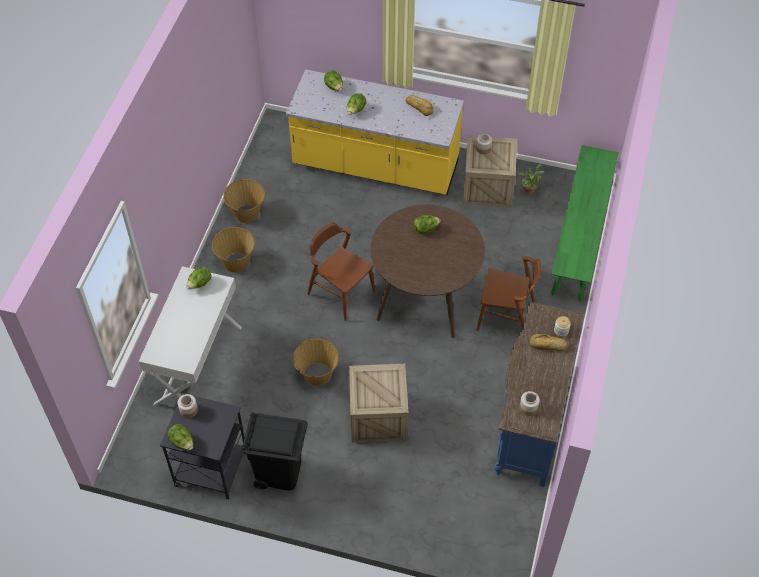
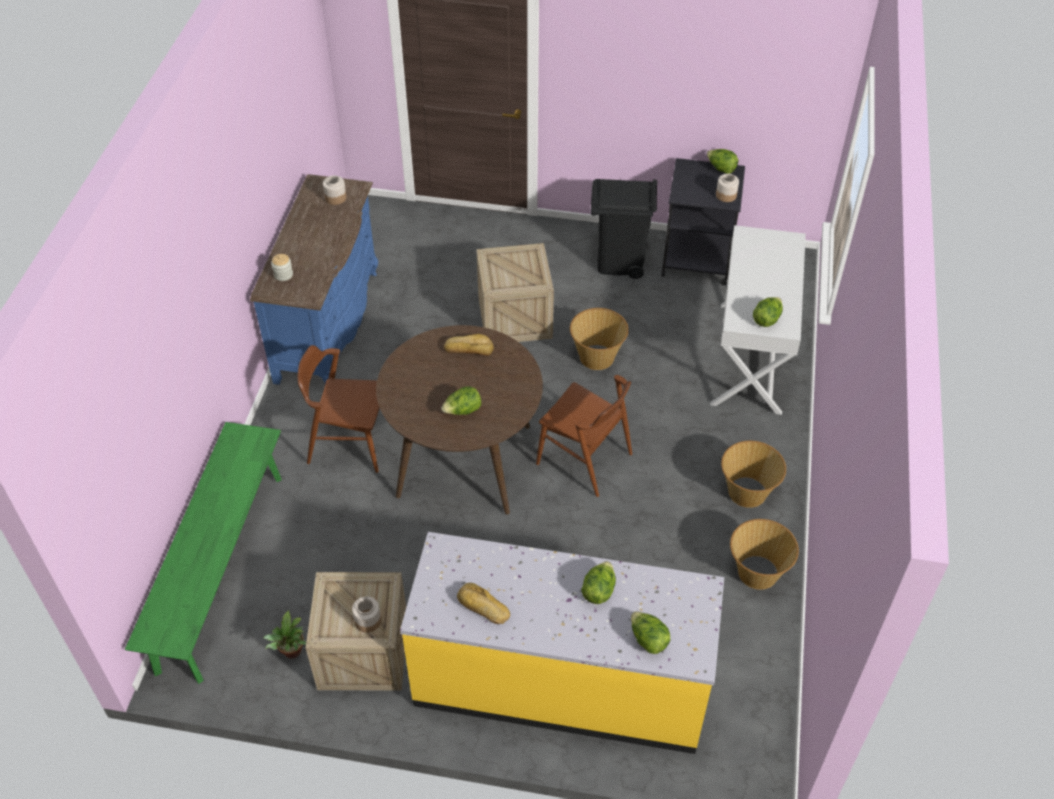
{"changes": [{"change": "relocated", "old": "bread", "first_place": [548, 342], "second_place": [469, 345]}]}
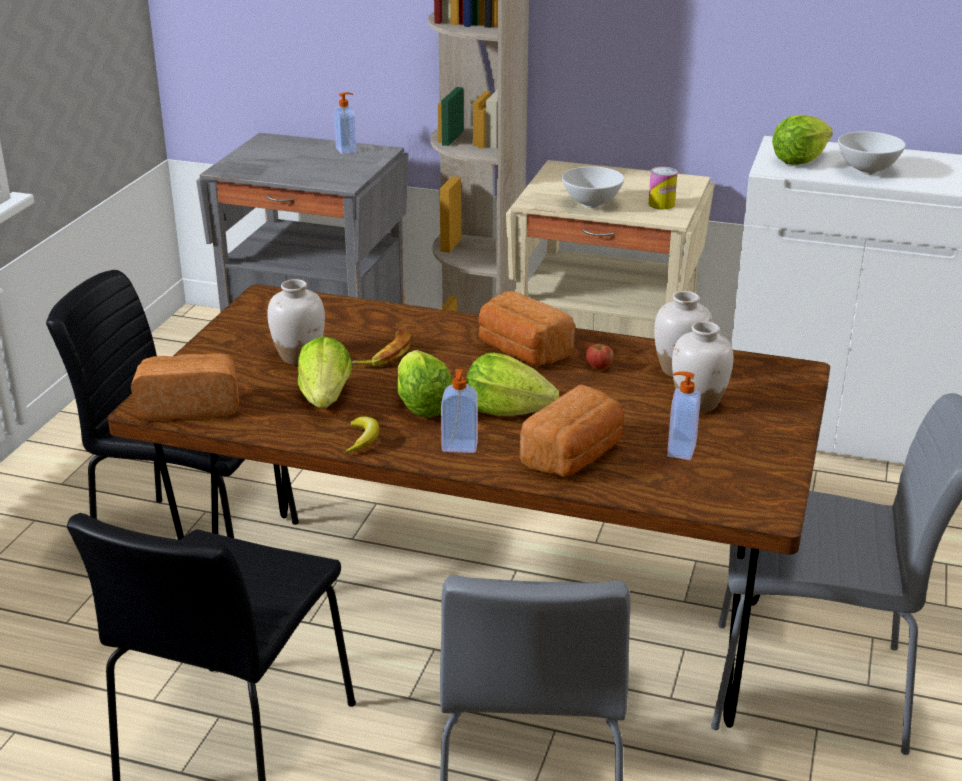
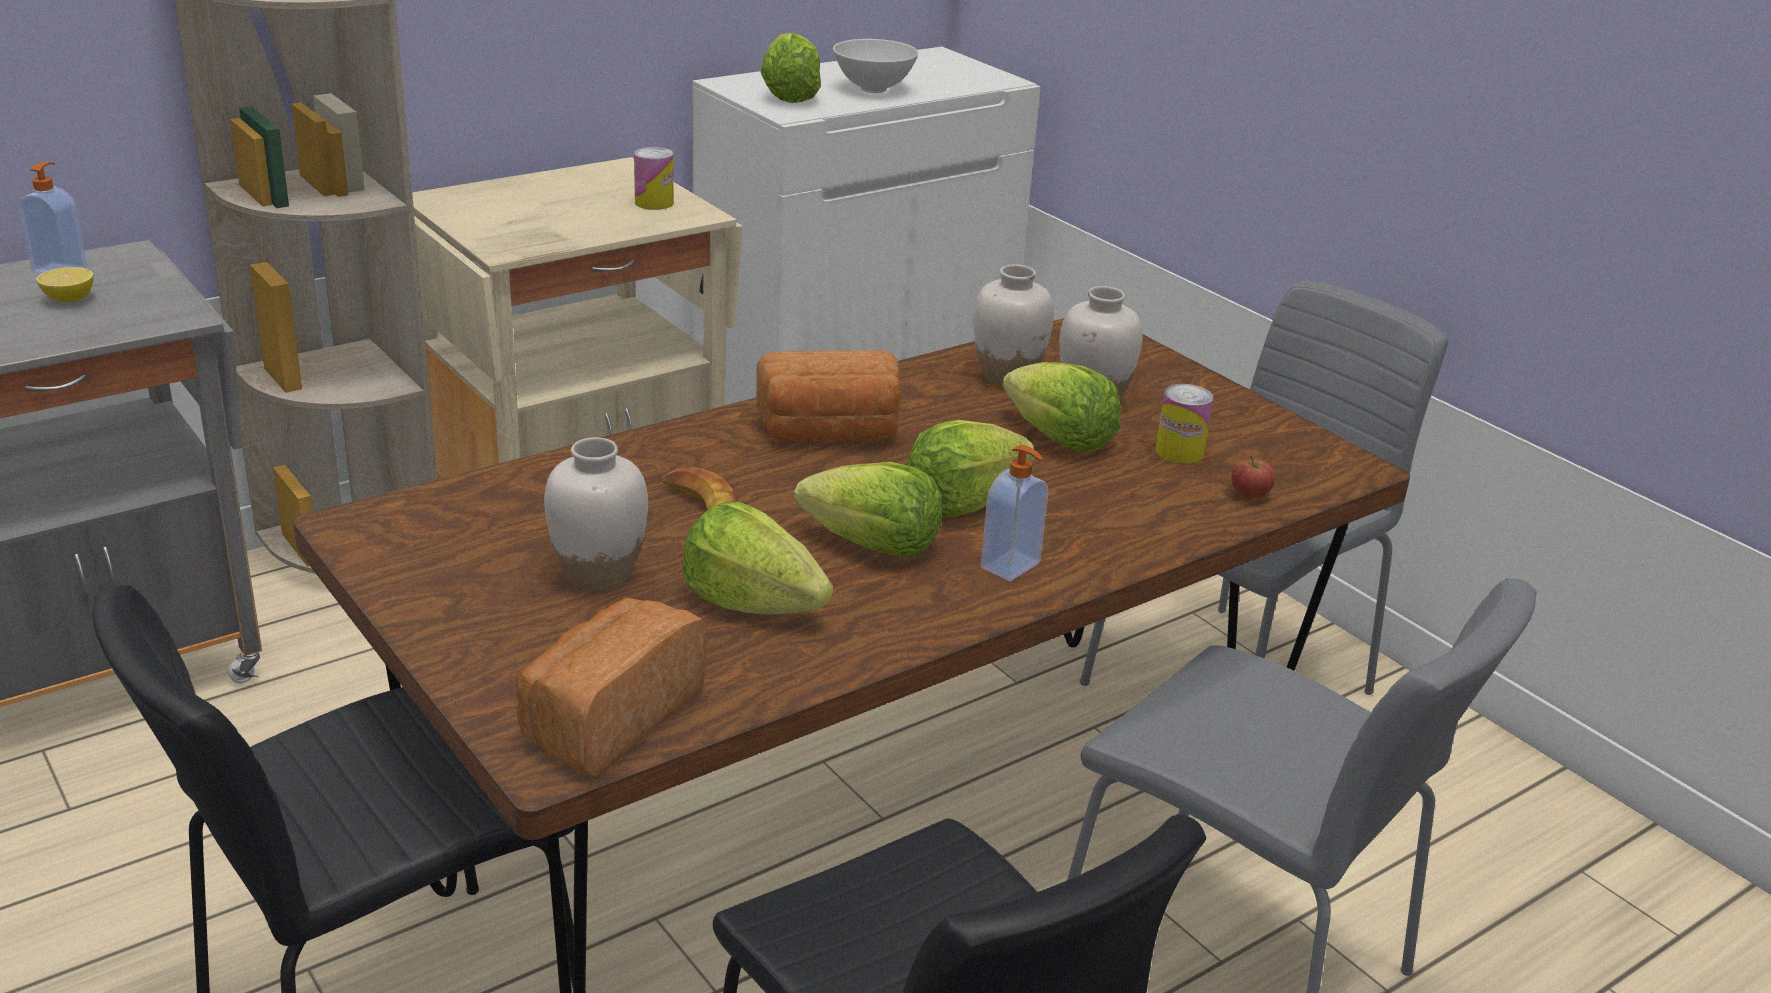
{"changes": [{"change": "missing", "old": "banana", "first_place": [361, 435]}, {"change": "missing", "old": "bread", "first_place": [572, 431]}, {"change": "missing", "old": "white bowl", "first_place": [593, 187]}, {"change": "relocated", "old": "apple", "first_place": [600, 355], "second_place": [1253, 477]}, {"change": "exchanged", "old": "soap dispenser", "new": "can", "first_place": [684, 415], "second_place": [1185, 424]}, {"change": "appeared", "new": "lemon", "second_place": [65, 284]}, {"change": "appeared", "new": "lettuce", "second_place": [1061, 407]}]}
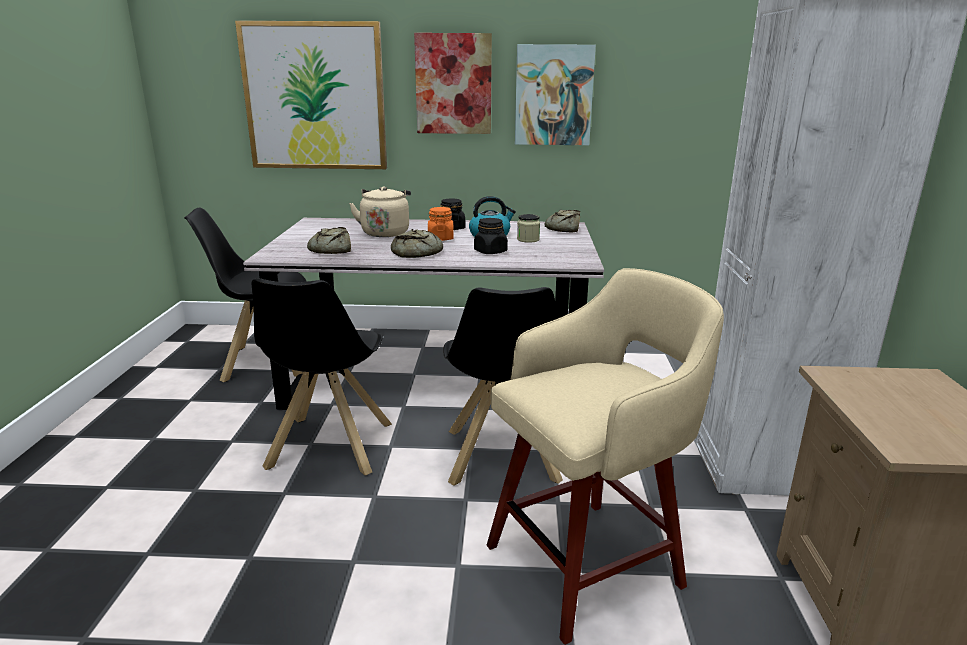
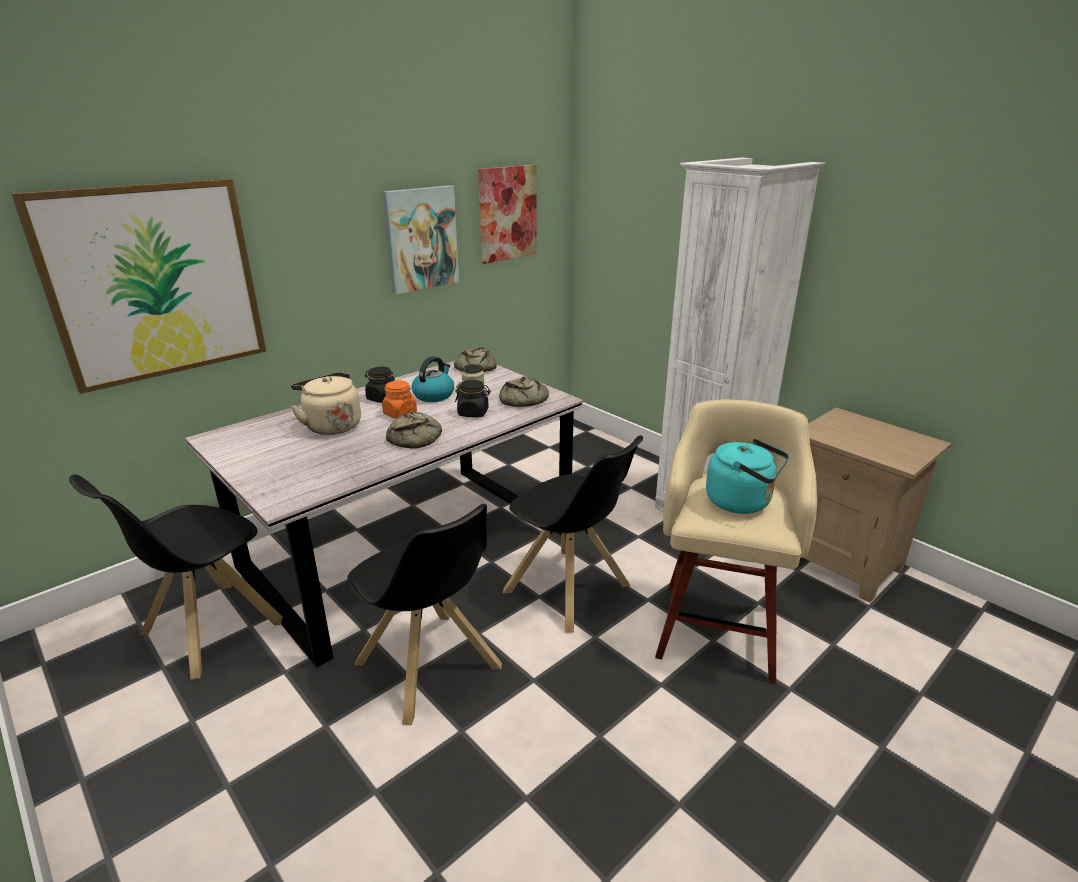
{"changes": [{"change": "relocated", "old": "bread", "first_place": [329, 240], "second_place": [524, 391]}, {"change": "relocated", "old": "picture", "first_place": [453, 83], "second_place": [507, 214]}, {"change": "appeared", "new": "turquoise kettle", "second_place": [747, 476]}]}
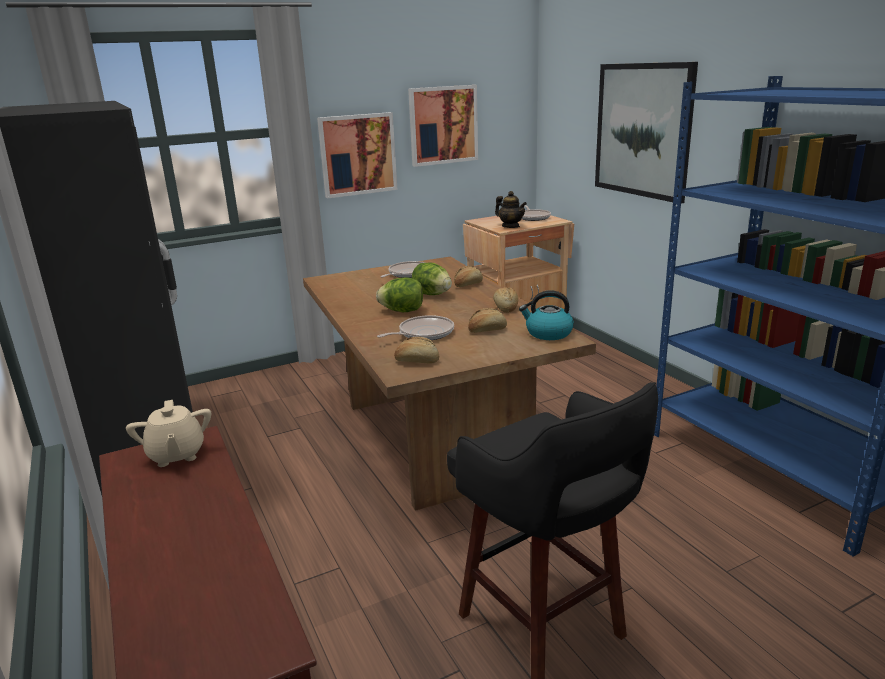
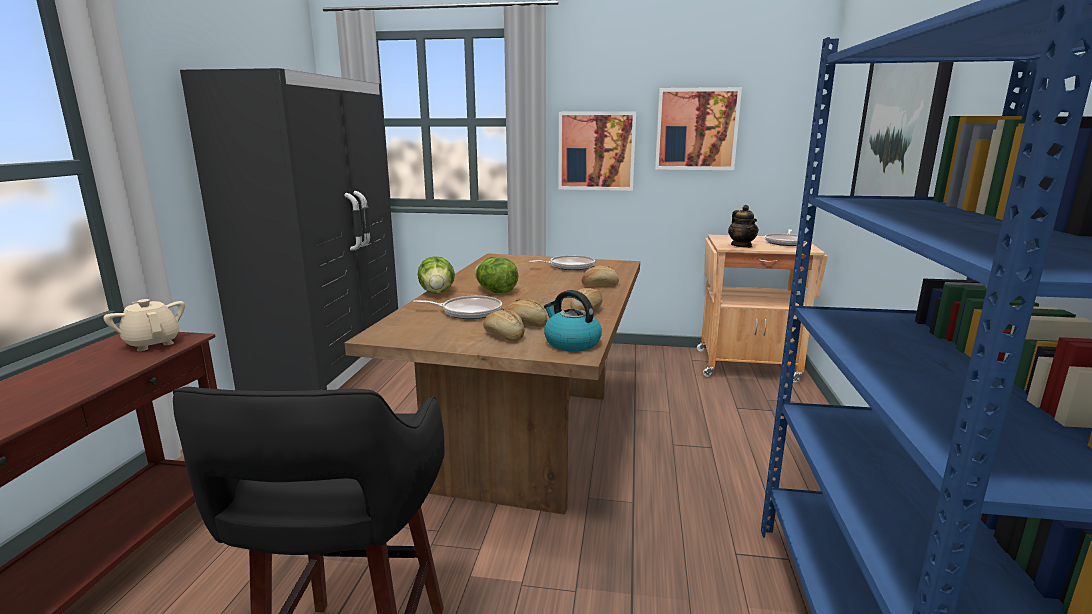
{"changes": [{"change": "spun", "old": "beige teapot", "first_place": [168, 433], "second_place": [144, 325], "degrees": 120}, {"change": "relocated", "old": "bread", "first_place": [416, 350], "second_place": [504, 325]}, {"change": "relocated", "old": "lettuce", "first_place": [432, 279], "second_place": [436, 275]}]}
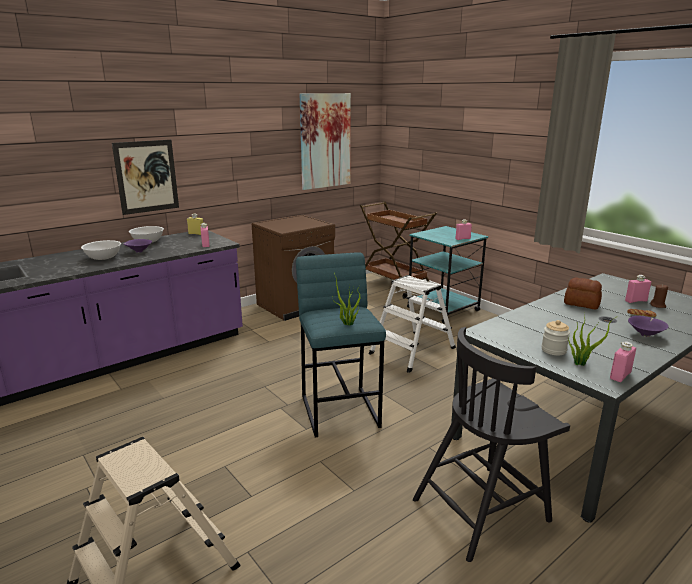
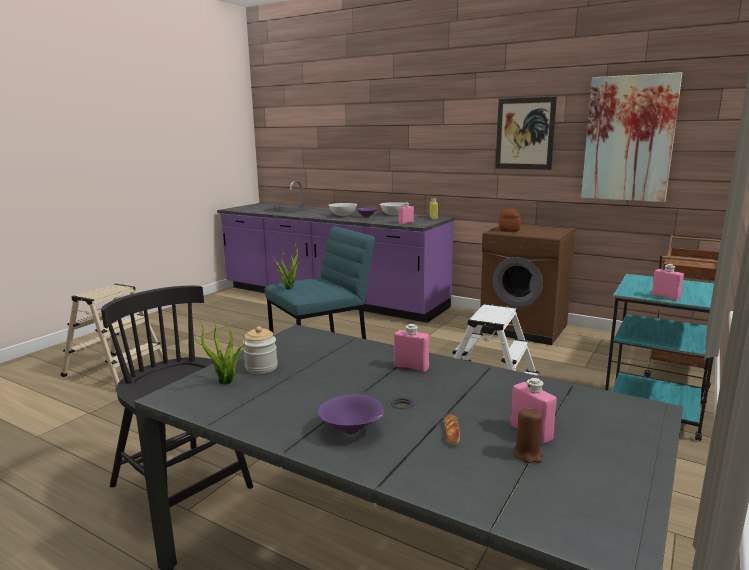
{"changes": [{"change": "relocated", "old": "picture", "first_place": [145, 177], "second_place": [526, 133]}, {"change": "relocated", "old": "bread", "first_place": [583, 293], "second_place": [509, 220]}, {"change": "relocated", "old": "pink bottle", "first_place": [623, 361], "second_place": [412, 348]}]}
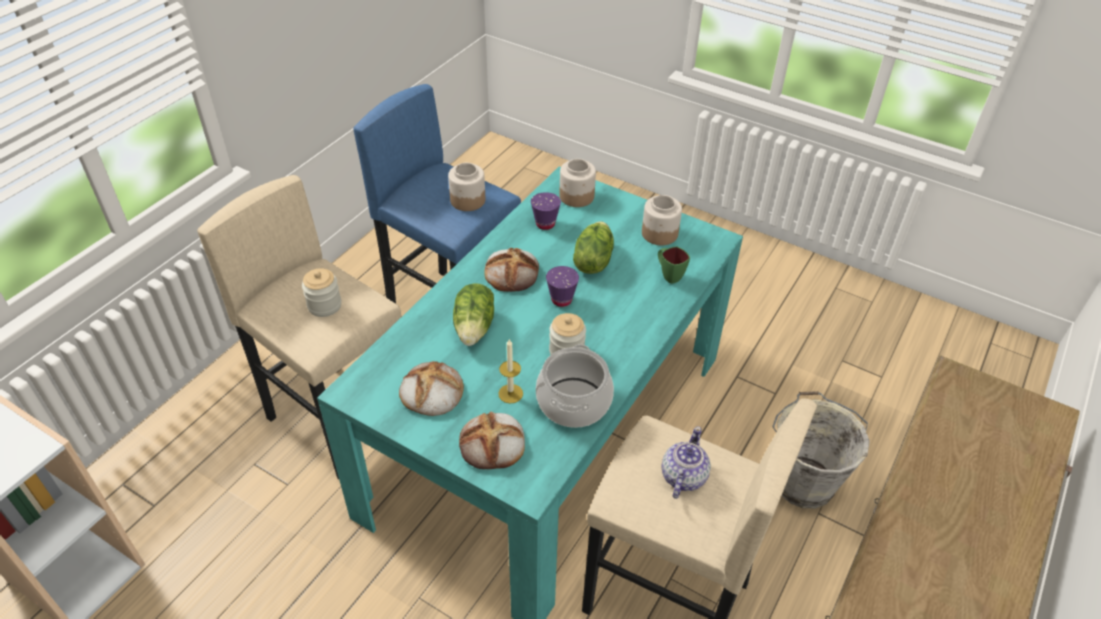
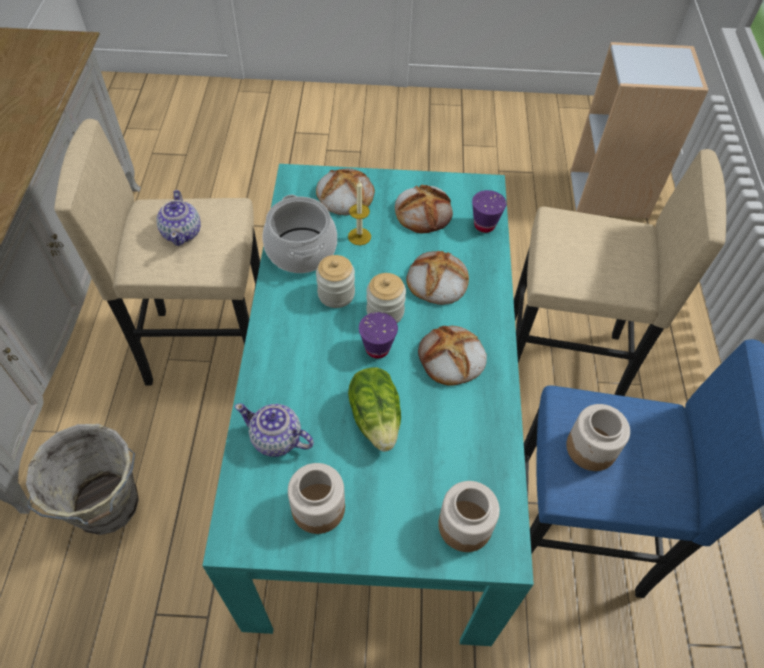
{"changes": [{"change": "relocated", "old": "jar", "first_place": [321, 292], "second_place": [386, 298]}, {"change": "exchanged", "old": "lettuce", "new": "bread", "first_place": [473, 314], "second_place": [437, 278]}, {"change": "relocated", "old": "purple cup", "first_place": [546, 211], "second_place": [489, 211]}, {"change": "exchanged", "old": "green mug", "new": "teapot", "first_place": [674, 265], "second_place": [274, 430]}]}
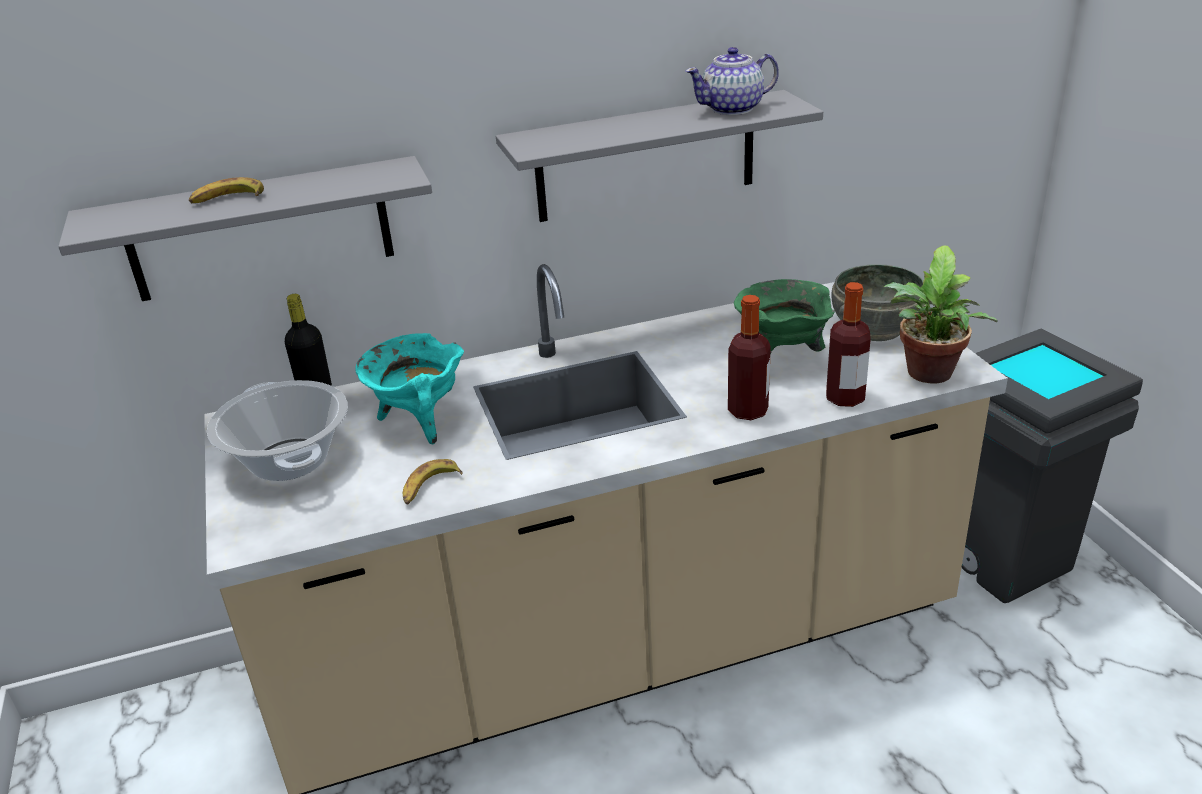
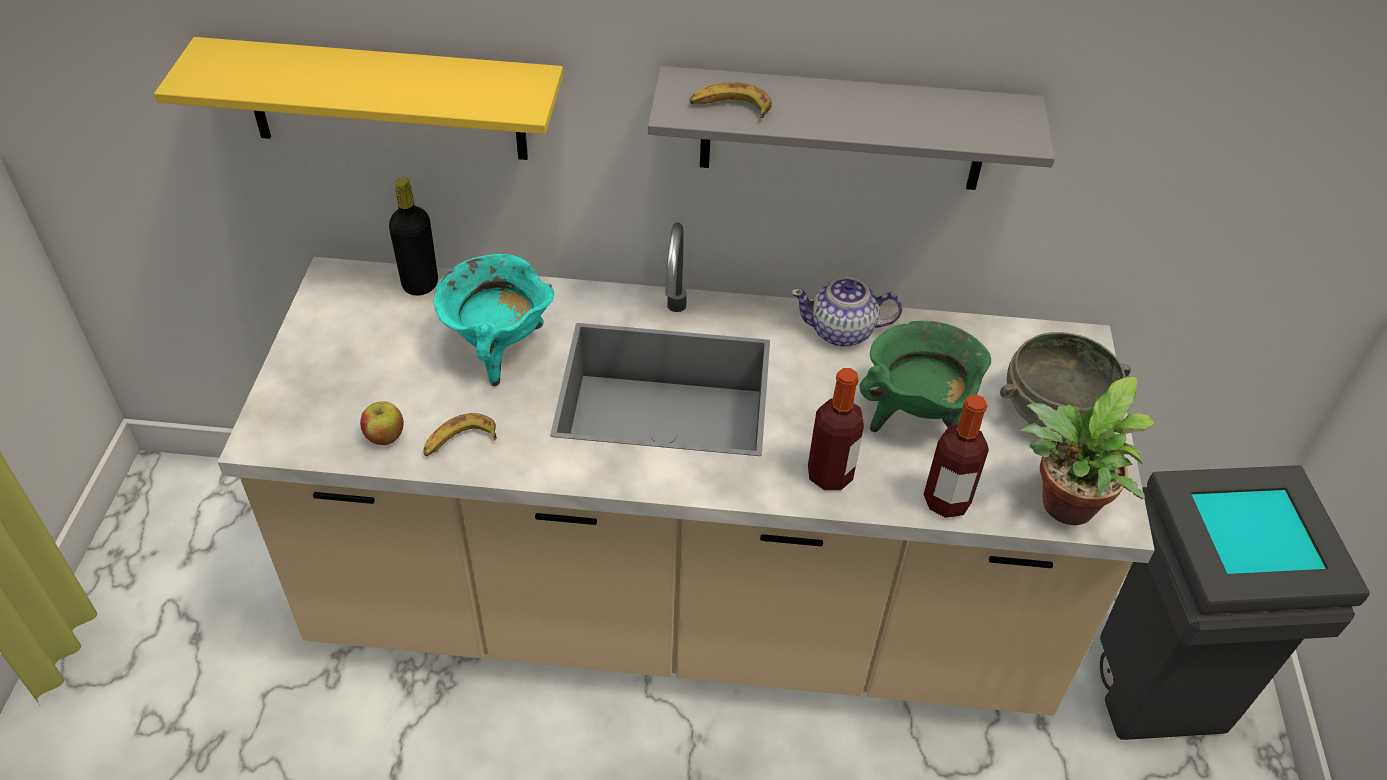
{"changes": [{"change": "colour", "old": "grey shelf", "new": "yellow shelf", "first_place": [245, 228], "second_place": [359, 98]}, {"change": "relocated", "old": "banana", "first_place": [226, 190], "second_place": [730, 100]}, {"change": "missing", "old": "cooking pot", "first_place": [277, 430]}, {"change": "relocated", "old": "teapot", "first_place": [732, 81], "second_place": [846, 312]}, {"change": "appeared", "new": "apple", "second_place": [382, 423]}]}
